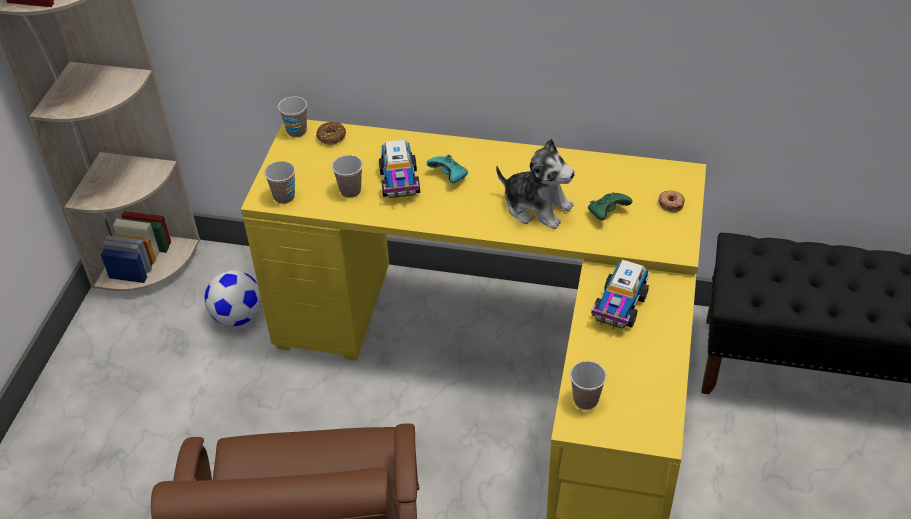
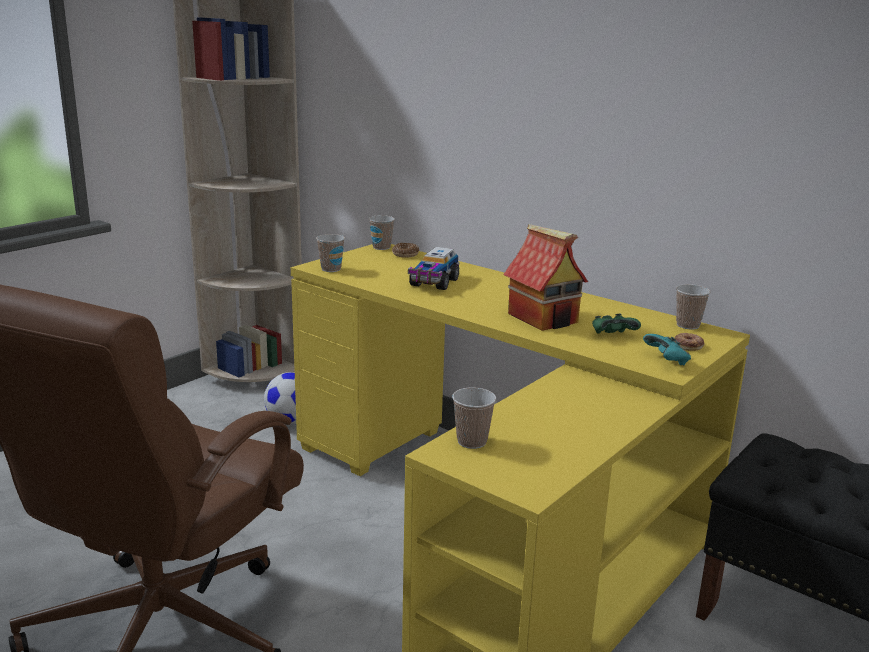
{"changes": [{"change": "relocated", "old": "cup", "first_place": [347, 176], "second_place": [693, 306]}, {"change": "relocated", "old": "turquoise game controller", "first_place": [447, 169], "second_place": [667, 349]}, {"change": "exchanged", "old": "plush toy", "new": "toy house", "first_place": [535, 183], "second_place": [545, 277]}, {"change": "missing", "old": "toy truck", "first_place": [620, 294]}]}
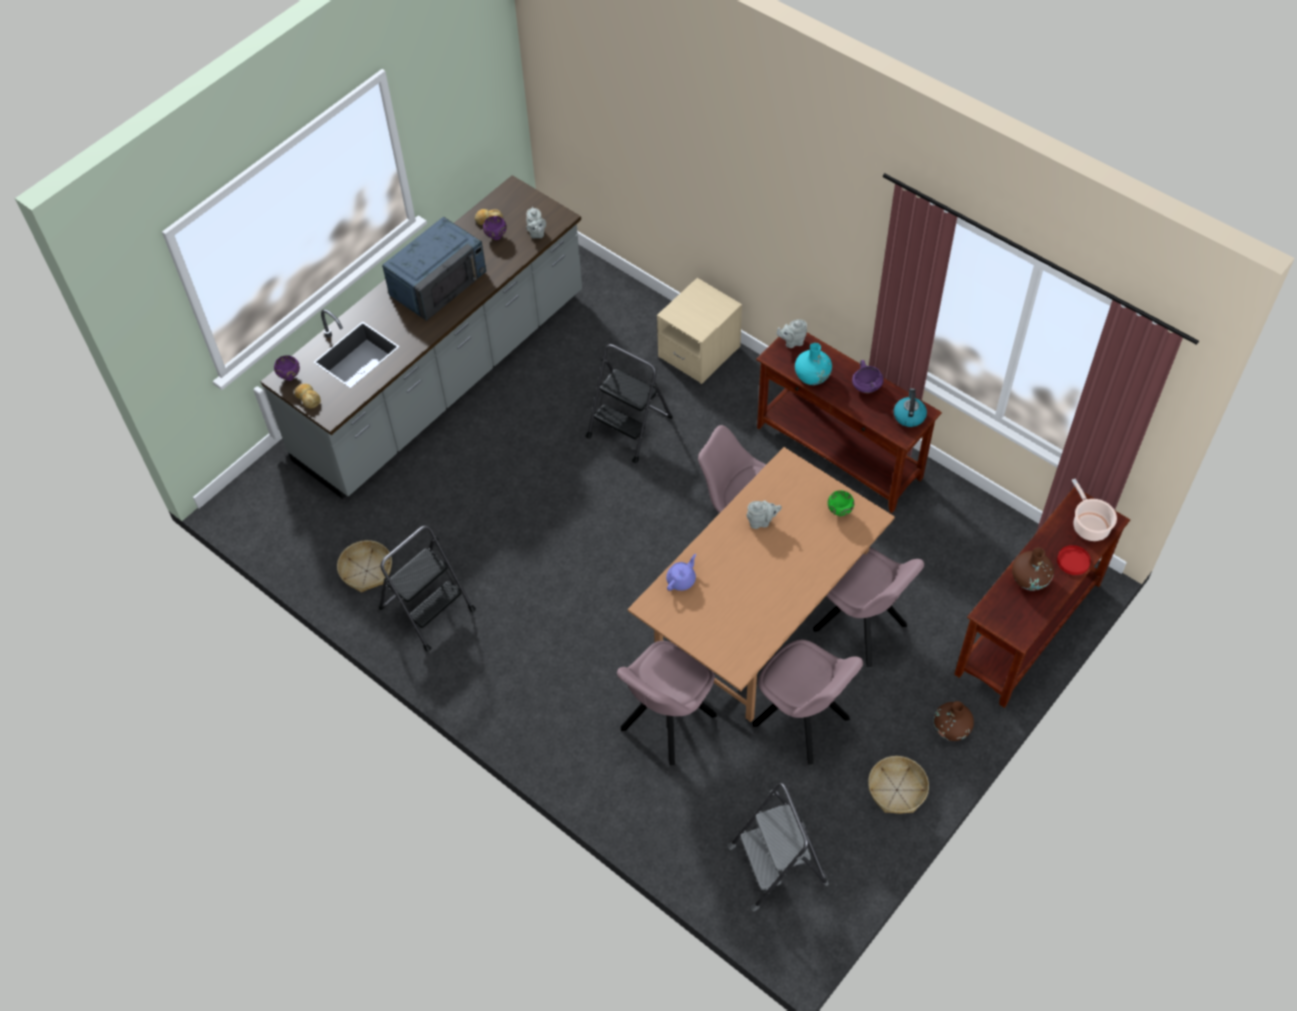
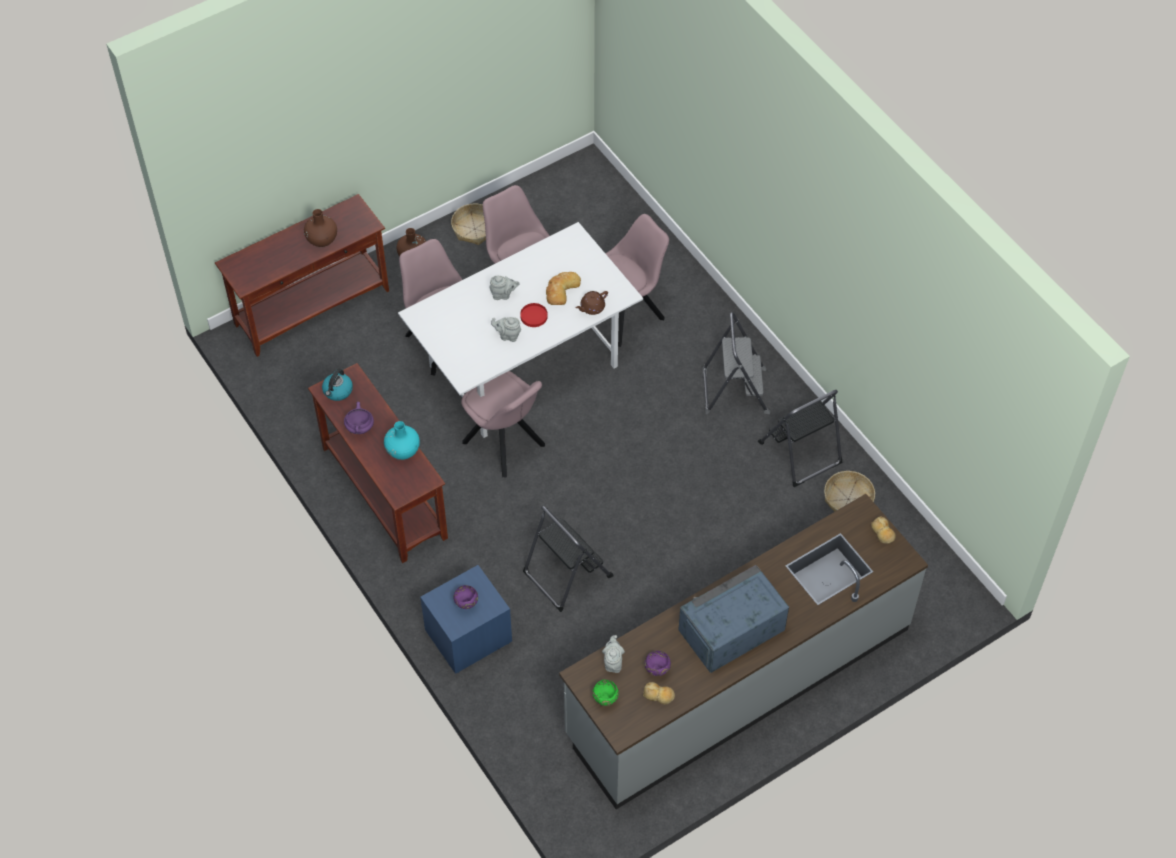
{"changes": [{"change": "relocated", "old": "purple bowl", "first_place": [287, 368], "second_place": [465, 597]}, {"change": "colour", "old": "brown dining table", "new": "white dining table", "first_place": [761, 584], "second_place": [520, 330]}, {"change": "colour", "old": "beige nightstand", "new": "blue nightstand", "first_place": [699, 331], "second_place": [466, 619]}, {"change": "colour", "old": "purple teapot", "new": "brown teapot", "first_place": [681, 572], "second_place": [592, 303]}, {"change": "relocated", "old": "grey step ladder", "first_place": [778, 847], "second_place": [736, 363]}, {"change": "relocated", "old": "grey teapot", "first_place": [792, 333], "second_place": [504, 288]}, {"change": "relocated", "old": "green bowl", "first_place": [841, 503], "second_place": [605, 693]}, {"change": "relocated", "old": "red plate", "first_place": [1074, 560], "second_place": [534, 315]}, {"change": "missing", "old": "cooking pot", "first_place": [1094, 510]}, {"change": "appeared", "new": "bread", "second_place": [563, 288]}]}
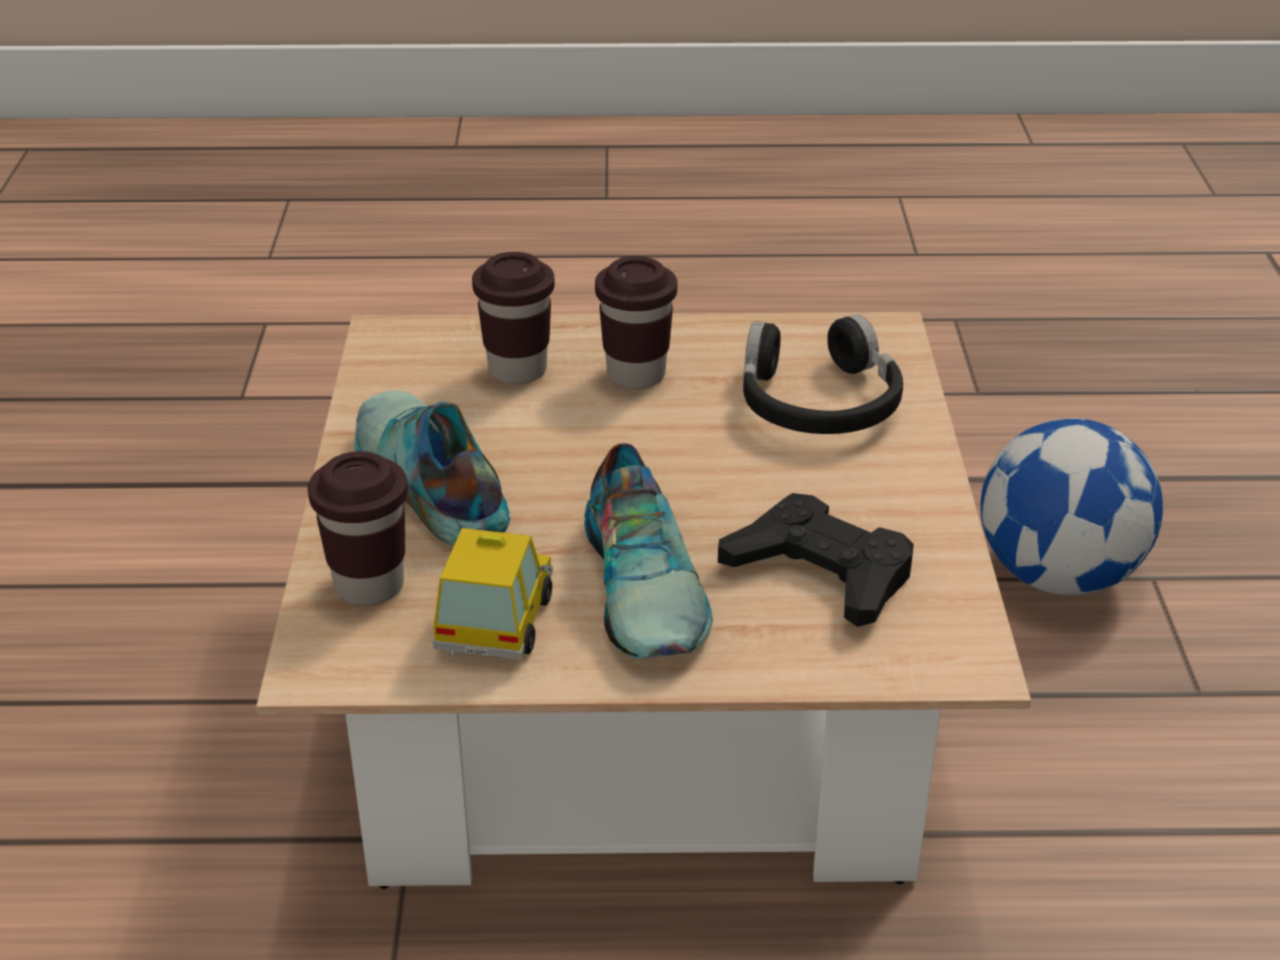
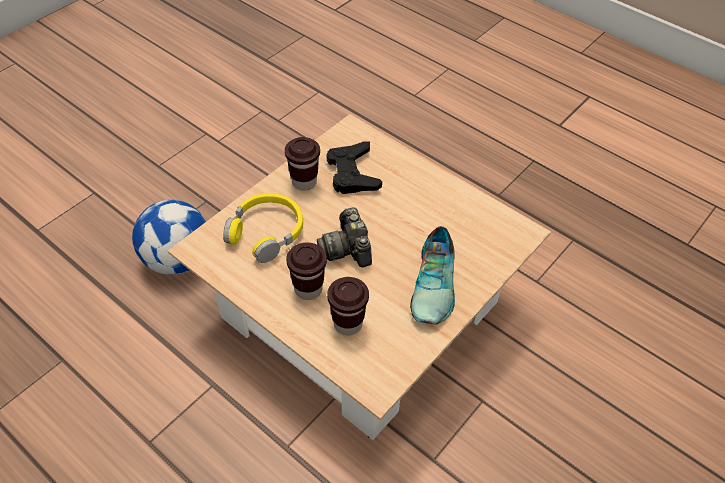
{"changes": [{"change": "relocated", "old": "brown cup", "first_place": [358, 528], "second_place": [302, 164]}, {"change": "missing", "old": "toy car", "first_place": [493, 593]}, {"change": "missing", "old": "shoe", "first_place": [648, 551]}, {"change": "colour", "old": "black headphones", "new": "yellow headphones", "first_place": [823, 374], "second_place": [263, 228]}, {"change": "appeared", "new": "photo camera", "second_place": [344, 237]}]}
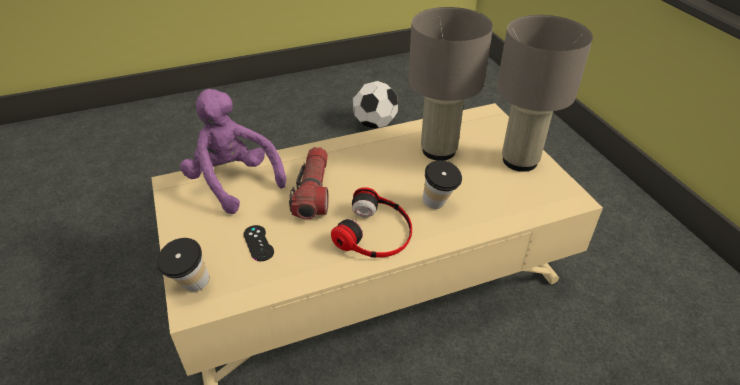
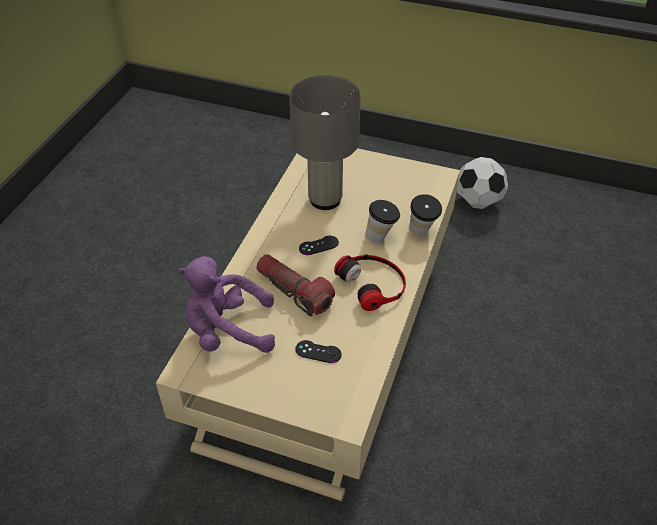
{"changes": [{"change": "relocated", "old": "cup", "first_place": [183, 265], "second_place": [425, 214]}, {"change": "relocated", "old": "football", "first_place": [375, 105], "second_place": [482, 183]}, {"change": "missing", "old": "grey table lamp", "first_place": [545, 93]}, {"change": "appeared", "new": "black game controller", "second_place": [319, 245]}]}
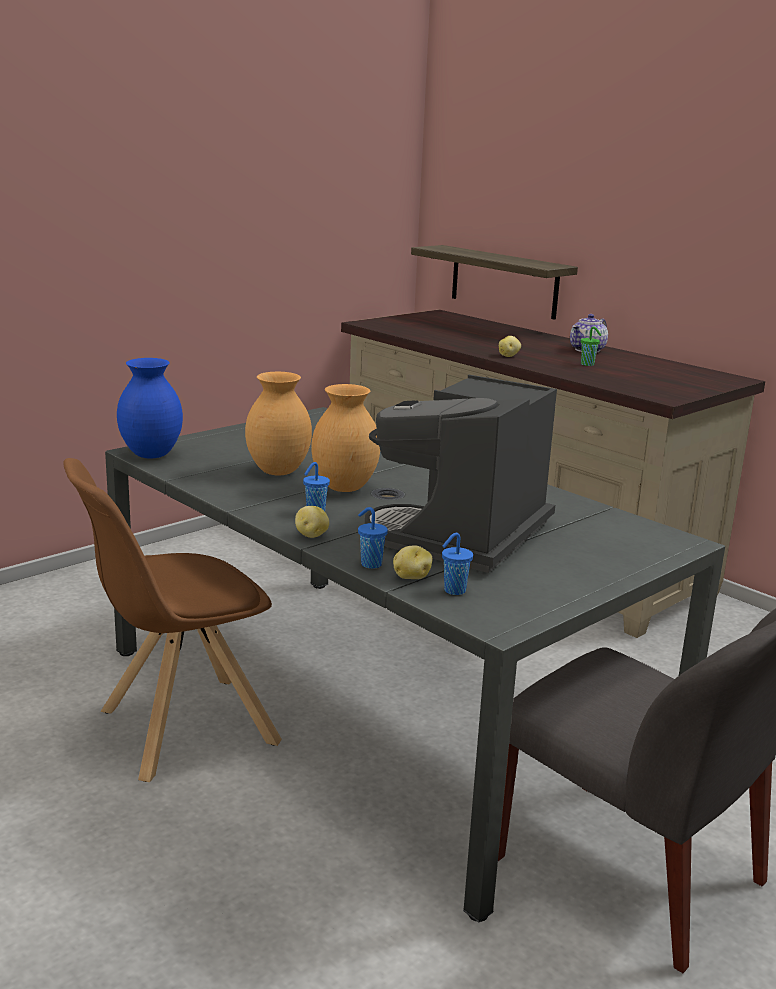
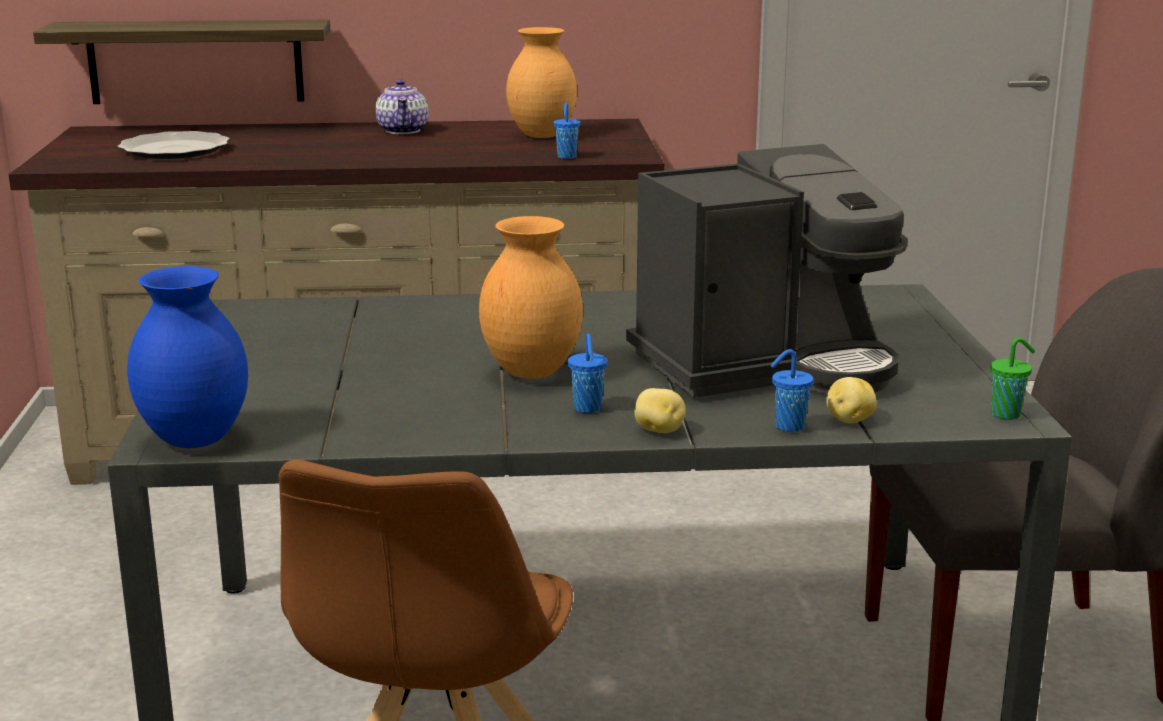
{"changes": [{"change": "relocated", "old": "brown vase", "first_place": [278, 423], "second_place": [541, 82]}, {"change": "spun", "old": "coffee machine", "first_place": [461, 474], "second_place": [767, 271], "degrees": -90}, {"change": "relocated", "old": "blue cup", "first_place": [457, 564], "second_place": [566, 130]}, {"change": "missing", "old": "potato", "first_place": [510, 346]}, {"change": "relocated", "old": "green cup", "first_place": [591, 346], "second_place": [1012, 378]}, {"change": "appeared", "new": "plate", "second_place": [173, 145]}]}
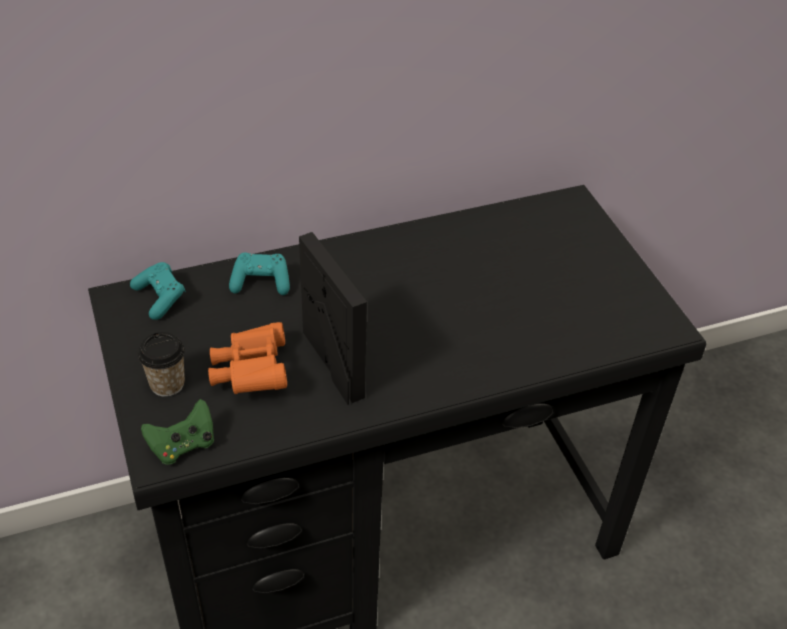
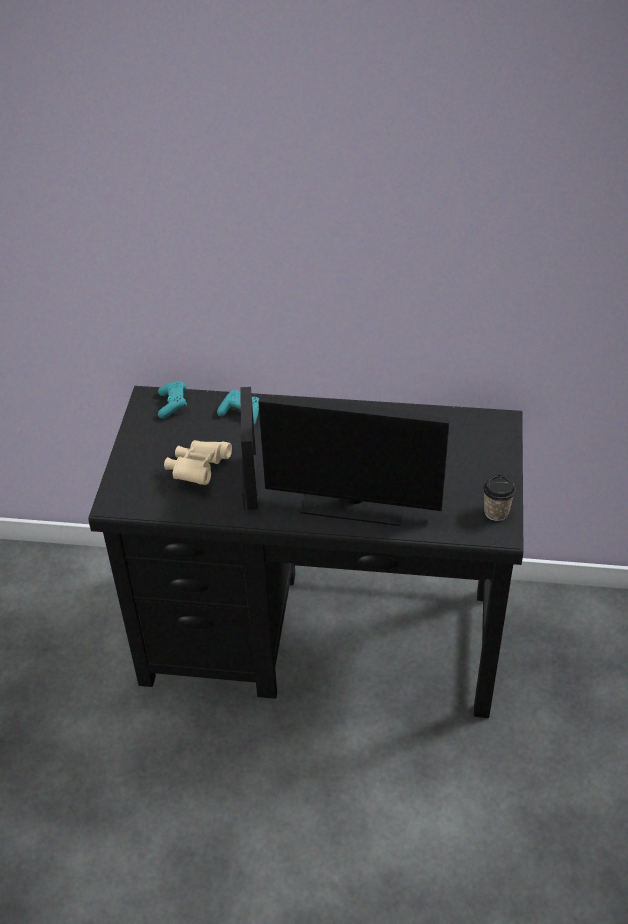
{"changes": [{"change": "relocated", "old": "cup", "first_place": [161, 364], "second_place": [499, 498]}, {"change": "missing", "old": "green game controller", "first_place": [177, 432]}, {"change": "colour", "old": "orange binoculars", "new": "beige binoculars", "first_place": [247, 358], "second_place": [198, 462]}, {"change": "appeared", "new": "monitor", "second_place": [353, 461]}]}
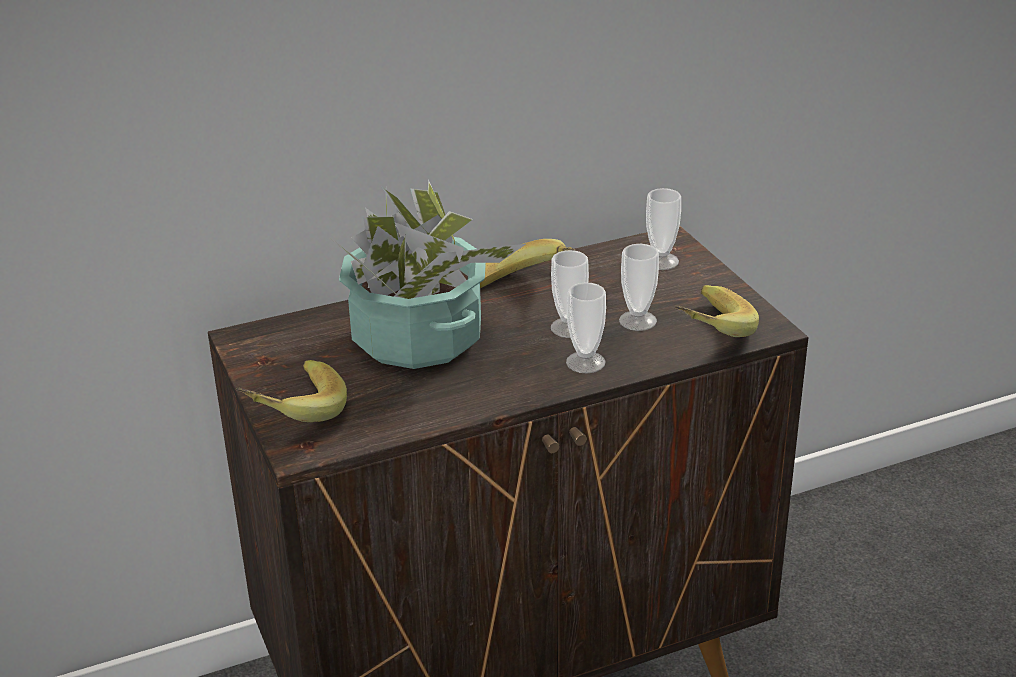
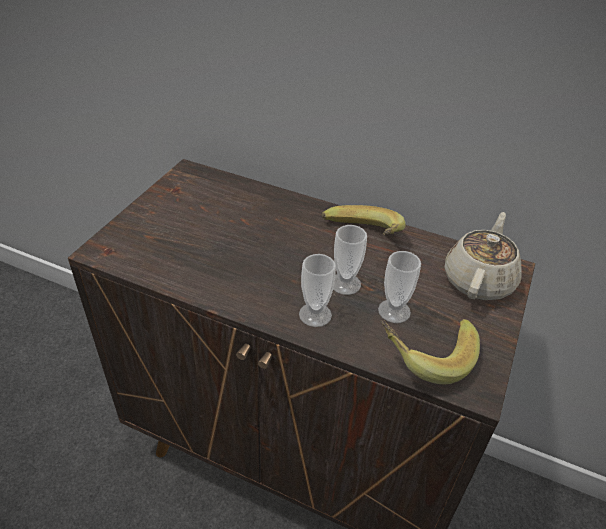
{"changes": [{"change": "missing", "old": "banana", "first_place": [291, 391]}, {"change": "missing", "old": "potted plant", "first_place": [427, 274]}, {"change": "exchanged", "old": "cup", "new": "beige teapot", "first_place": [663, 229], "second_place": [483, 256]}]}
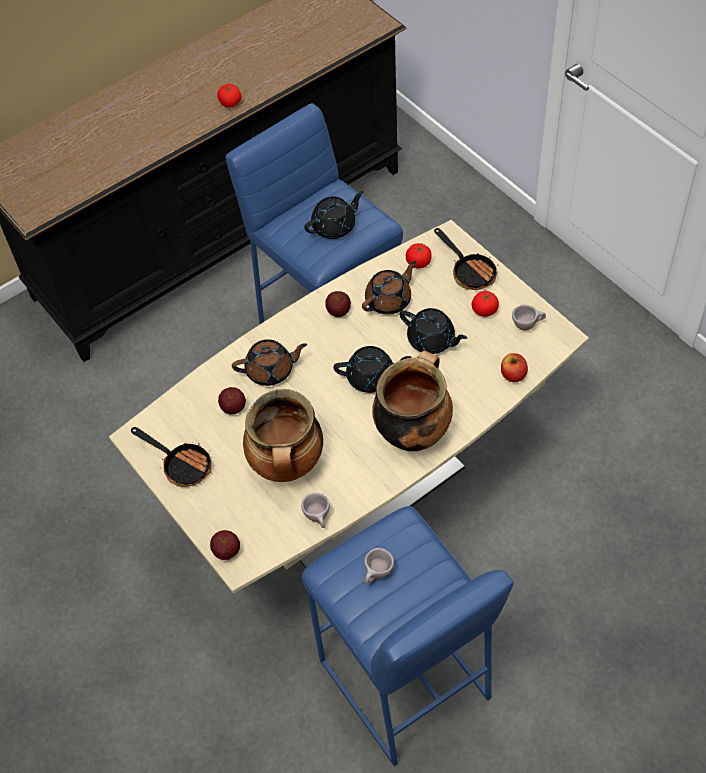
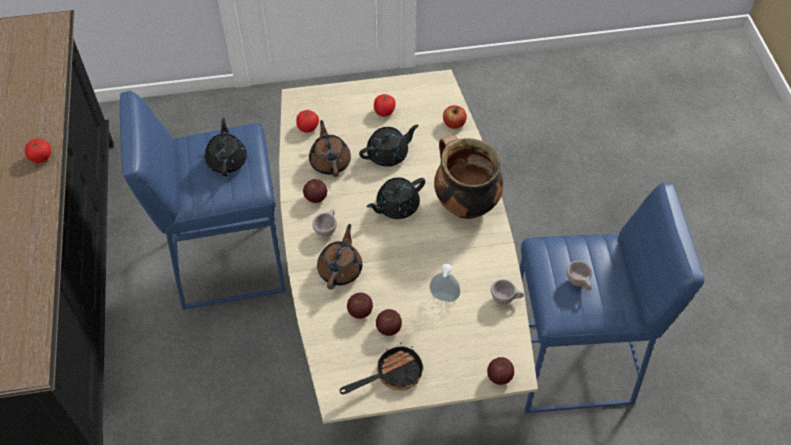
{"changes": [{"change": "exchanged", "old": "cooking pot", "new": "soap dispenser", "first_place": [283, 435], "second_place": [445, 283]}, {"change": "spun", "old": "black teapot", "first_place": [372, 369], "second_place": [395, 198], "degrees": -150}, {"change": "missing", "old": "frying pan", "first_place": [465, 259]}, {"change": "relocated", "old": "beige cup", "first_place": [529, 318], "second_place": [325, 223]}, {"change": "appeared", "new": "apple", "second_place": [389, 322]}]}
